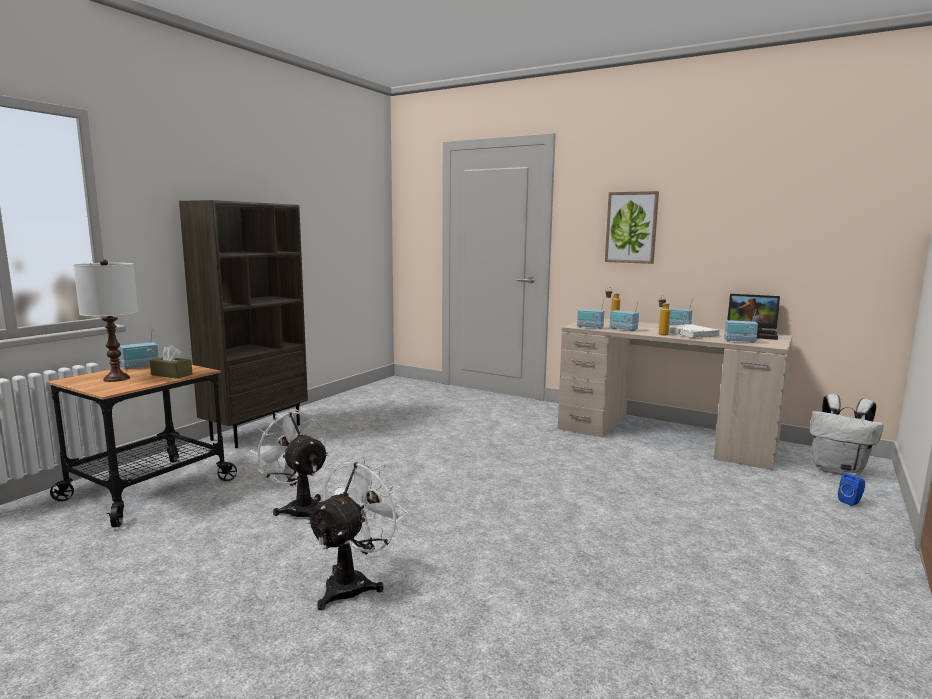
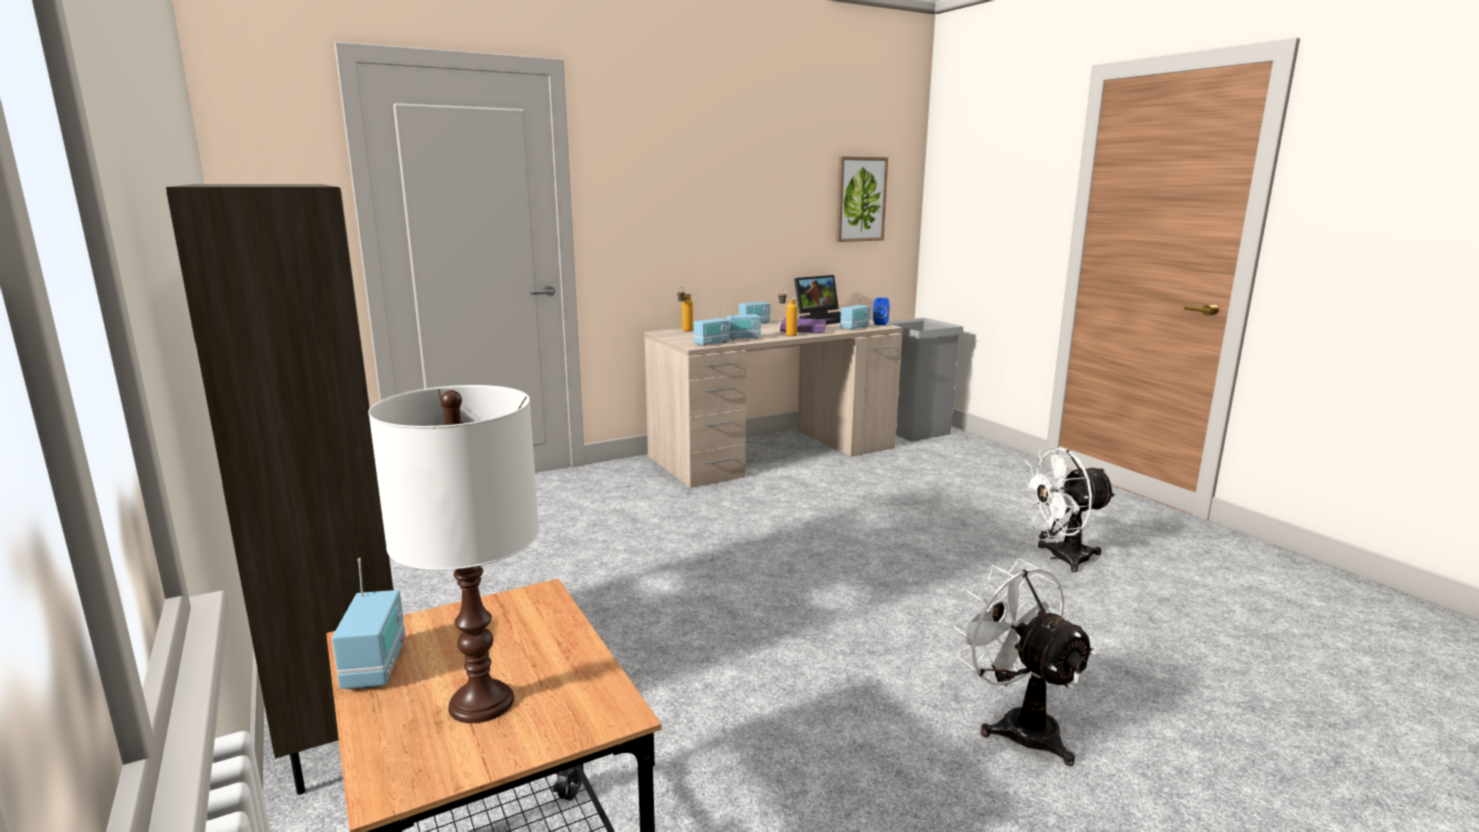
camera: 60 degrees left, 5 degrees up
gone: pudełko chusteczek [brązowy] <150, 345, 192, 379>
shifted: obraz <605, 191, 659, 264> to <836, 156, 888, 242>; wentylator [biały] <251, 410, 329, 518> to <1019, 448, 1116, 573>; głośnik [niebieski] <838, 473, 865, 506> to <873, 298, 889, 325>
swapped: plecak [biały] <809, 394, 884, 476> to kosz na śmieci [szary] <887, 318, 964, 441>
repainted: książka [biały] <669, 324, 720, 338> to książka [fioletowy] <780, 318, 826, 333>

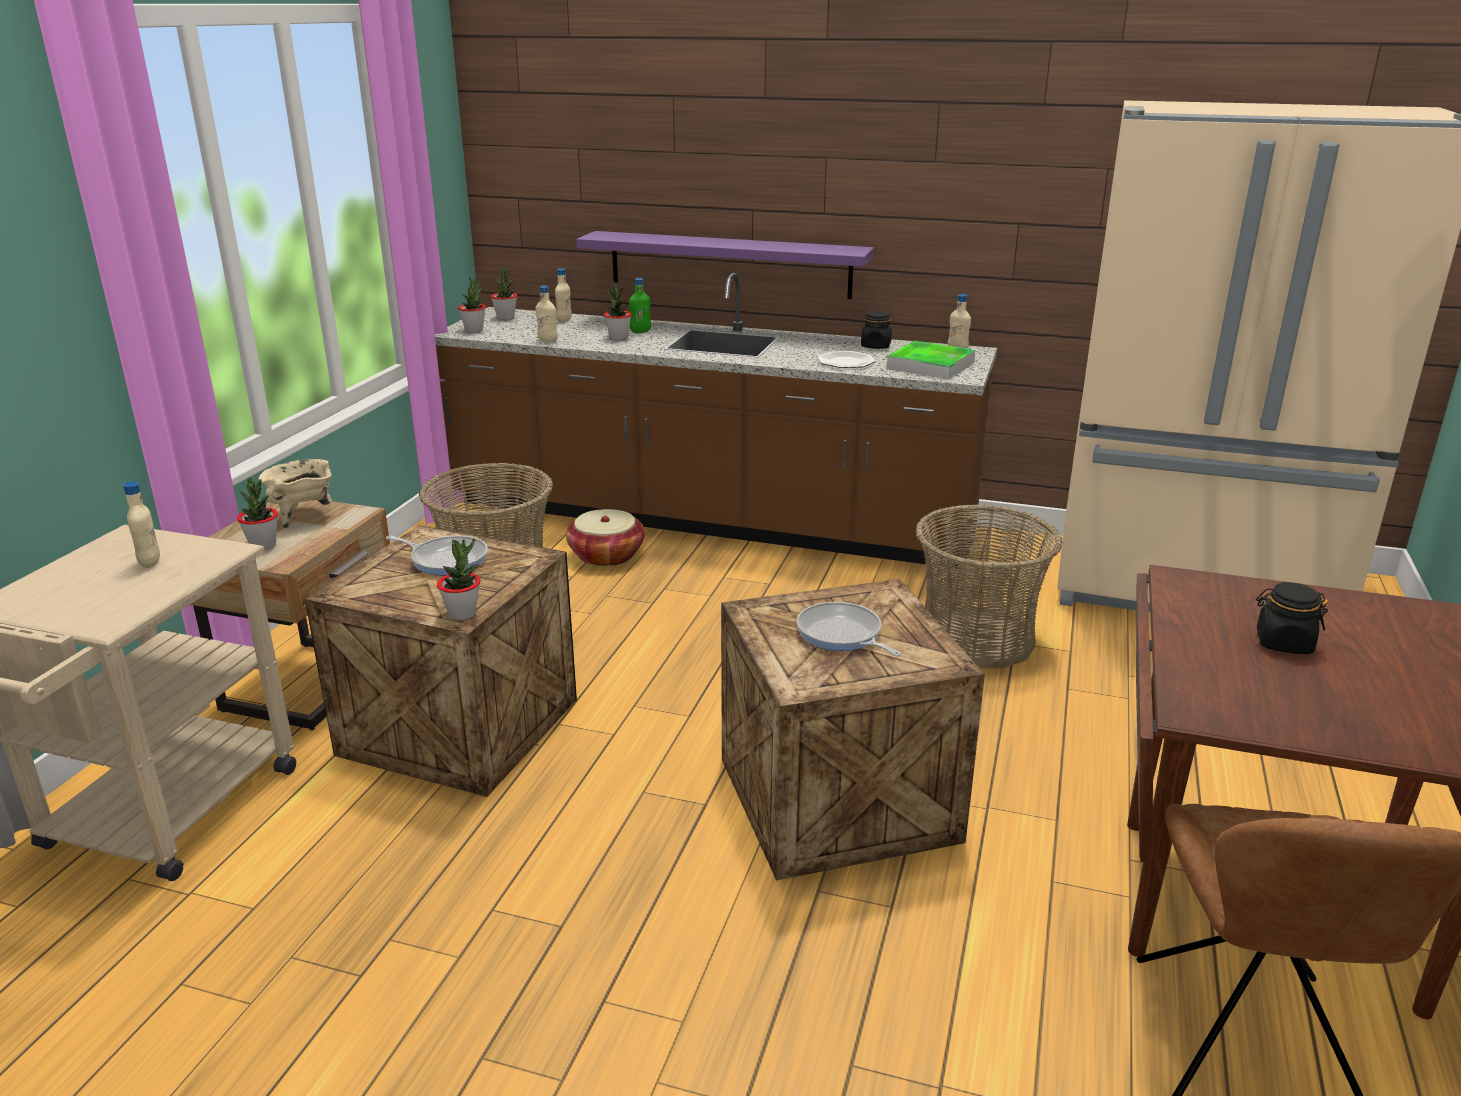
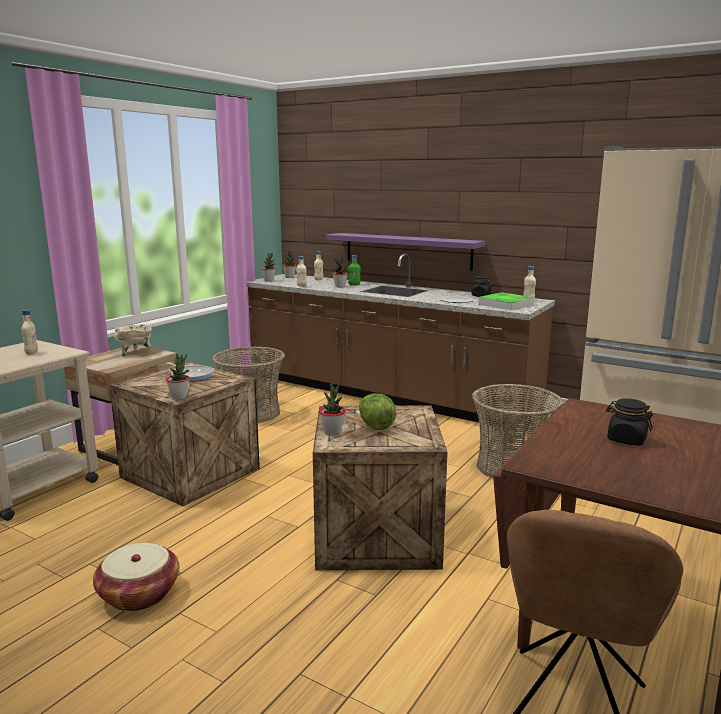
camera: 15 degrees right, 10 degrees down
shifted: roślina doniczkowa <237, 477, 278, 550> to <319, 383, 346, 435>; koszyk <566, 509, 645, 567> to <93, 543, 179, 611>
swapped: patelnia <797, 602, 901, 656> to sałata <359, 393, 396, 430>

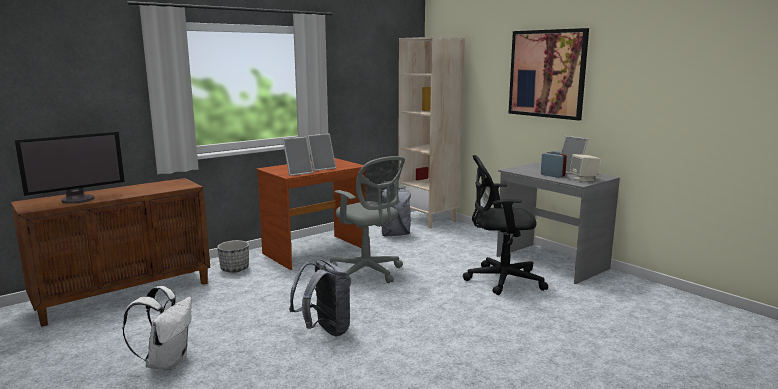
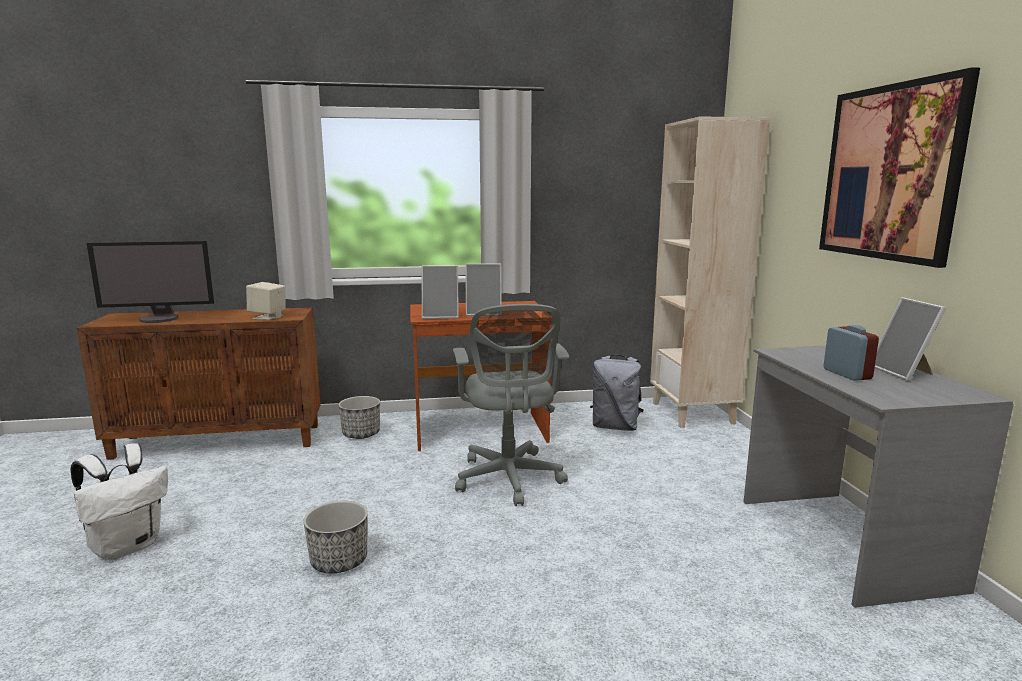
camera: 30 degrees right, 0 degrees up
gone: krzesło biurowe [czarny] <463, 155, 548, 295>
shifted: głośnik [beżowy] <570, 154, 600, 182> to <246, 282, 286, 320>
swapped: plecak [szary] <289, 259, 351, 336> to donica <303, 501, 368, 573>

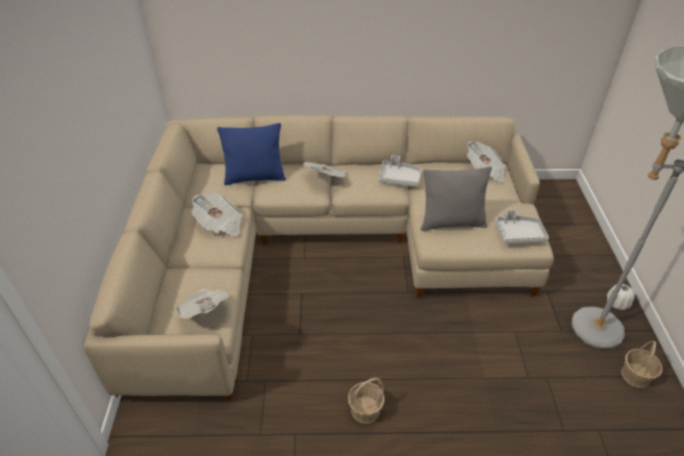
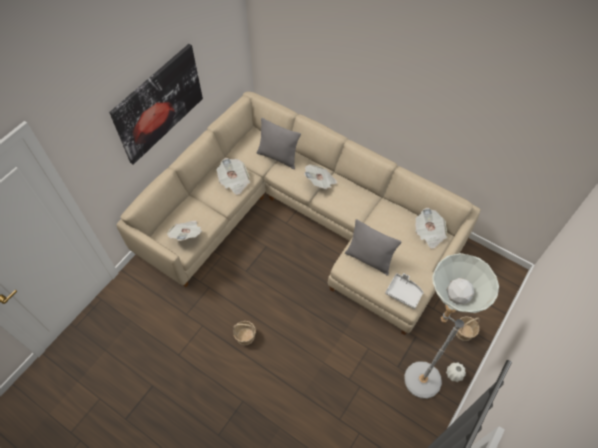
camera: 35 degrees right, 15 degrees up
gone: taca [szary] <379, 155, 421, 187>
new: obraz <109, 44, 203, 165>
shifted: koszyk <621, 340, 663, 388> to <456, 316, 480, 341>
repainted: poduszka [niebieski] <217, 123, 286, 185> to poduszka [szary] <257, 118, 301, 169>

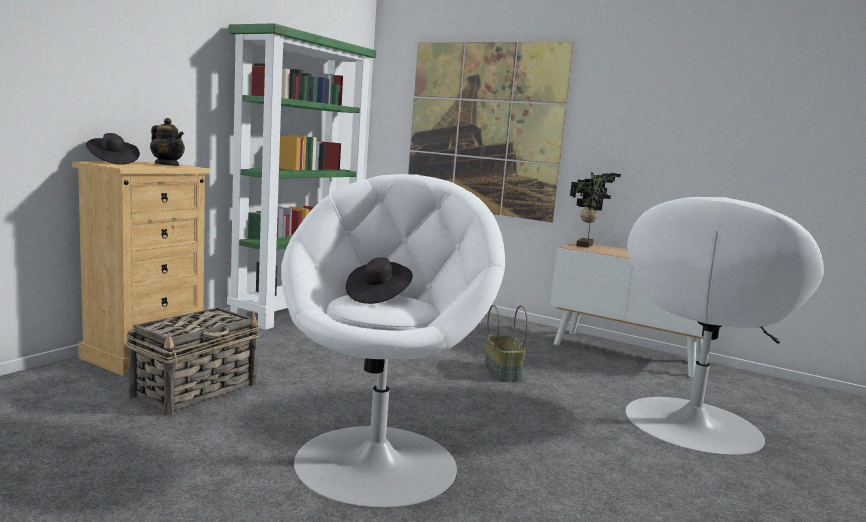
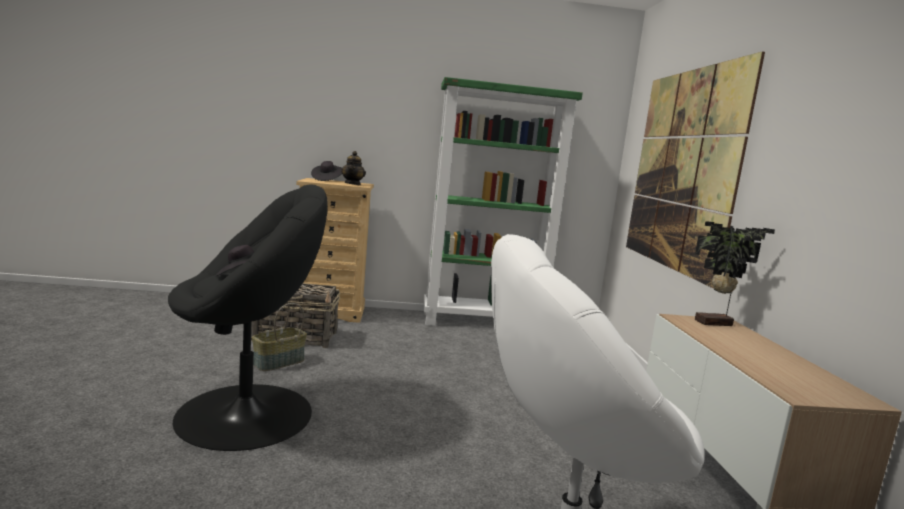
camera: 55 degrees right, 0 degrees up
shifted: koszyk <484, 305, 528, 382> to <252, 301, 307, 371>
repainted: fotel [biały] <281, 174, 505, 508> to fotel [czarny] <168, 184, 328, 451>

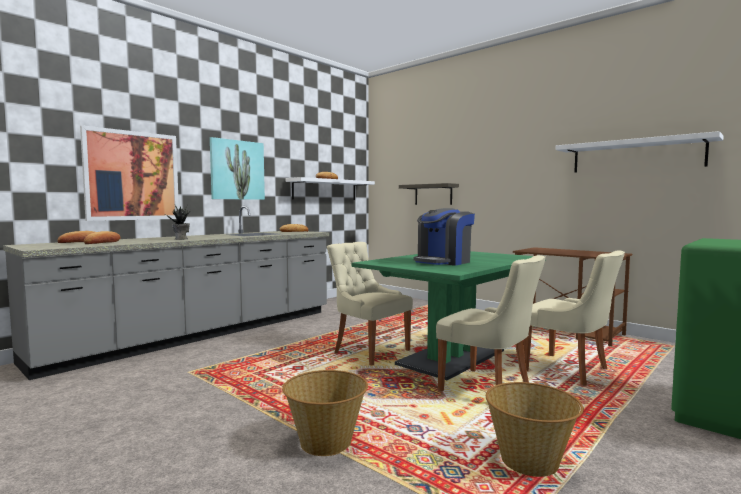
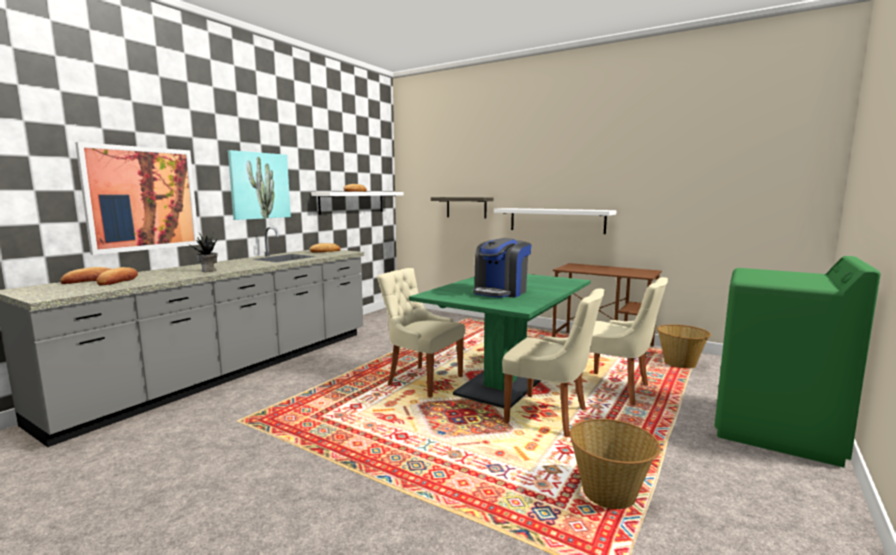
camera: 10 degrees left, 5 degrees up
shifted: półka [biały] <555, 131, 724, 173> to <494, 208, 616, 234>; koszyk <282, 370, 368, 456> to <657, 324, 711, 368>

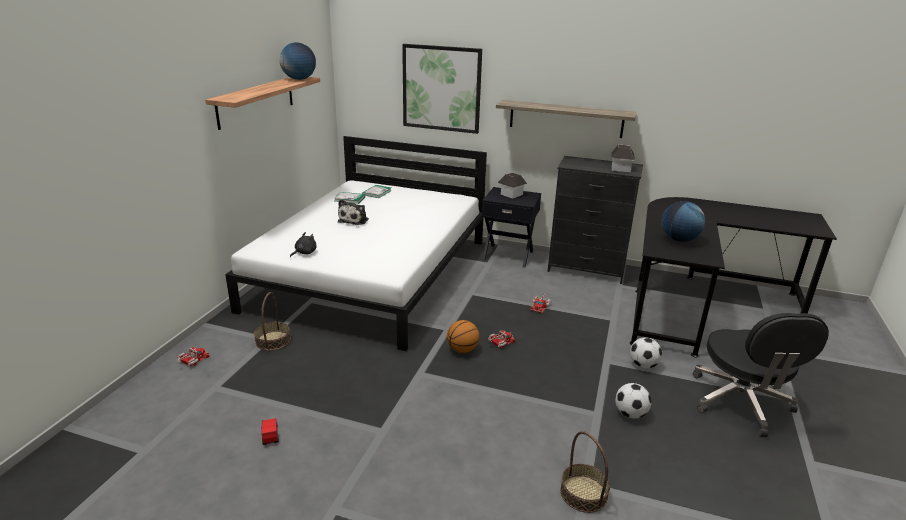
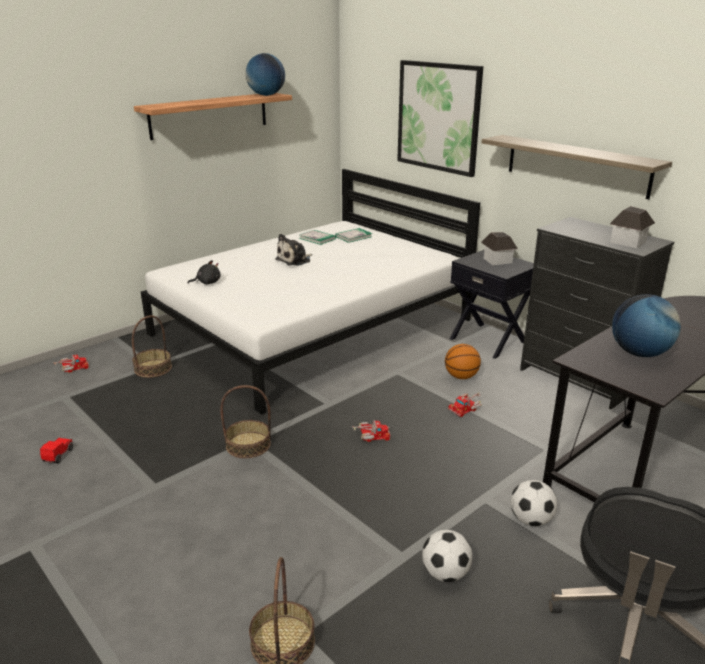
camera: 30 degrees right, 0 degrees up
new: koszyk <220, 385, 271, 458>
shifted: piłka do koszykówki <447, 320, 479, 353> to <445, 344, 481, 379>

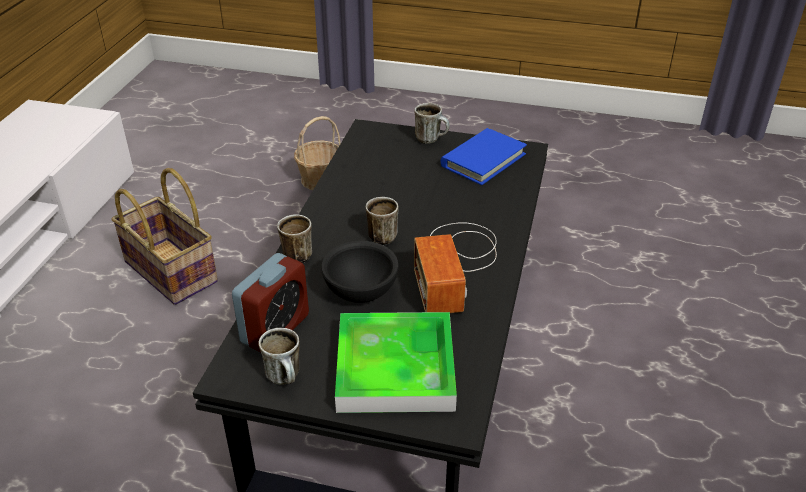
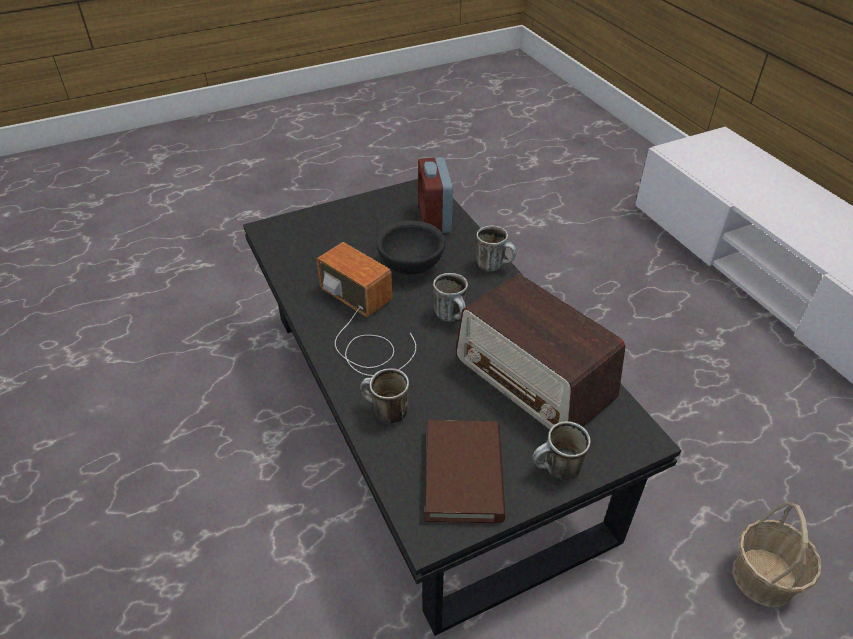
camera: 140 degrees right, 5 degrees up
gone: koszyk <111, 168, 218, 305>; taca <335, 312, 457, 413>
new: radio <456, 274, 625, 430>
shifted: kubek <259, 328, 299, 385> to <360, 368, 409, 424>
repainted: książka [niebieski] <441, 128, 527, 185> to książka [brązowy] <425, 420, 505, 523>

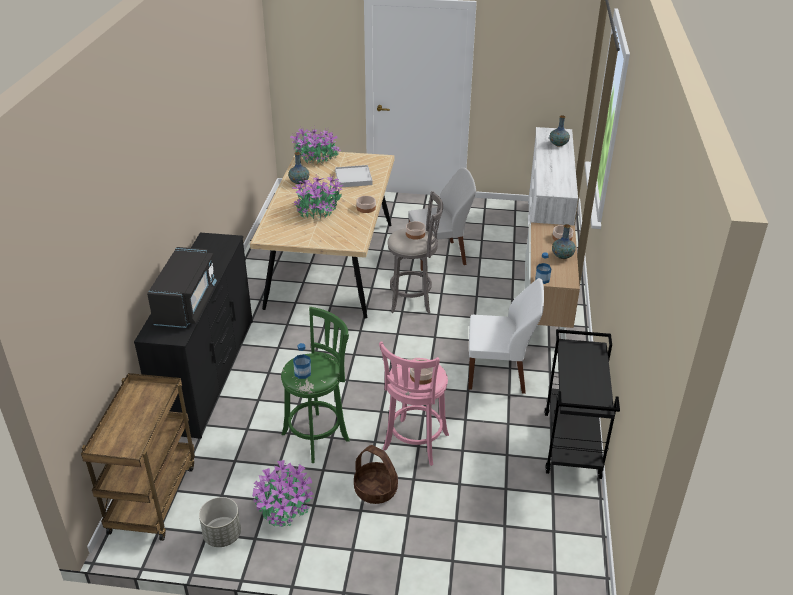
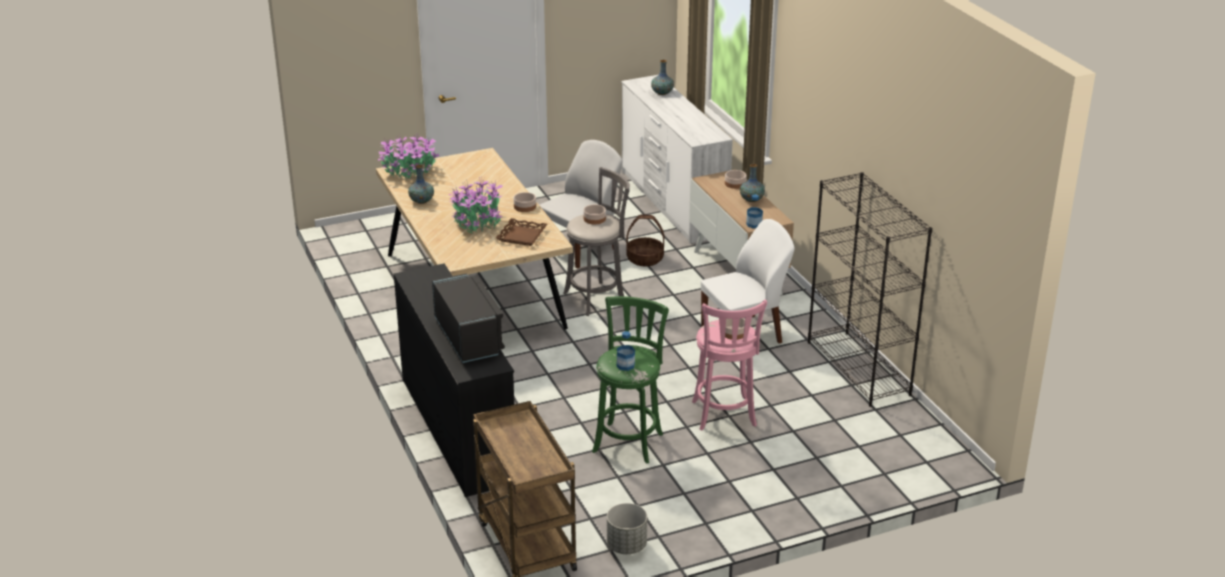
camera: 30 degrees left, 5 degrees down
gone: taca [biały] <335, 165, 373, 188>; roślina doniczkowa <252, 460, 314, 527>
new: taca [brązowy] <496, 218, 547, 246>
shifted: koszyk <354, 445, 398, 504> to <626, 215, 664, 266>
swapped: wózek [czarny] <545, 329, 620, 479> to regał [czarny] <808, 172, 932, 407>

